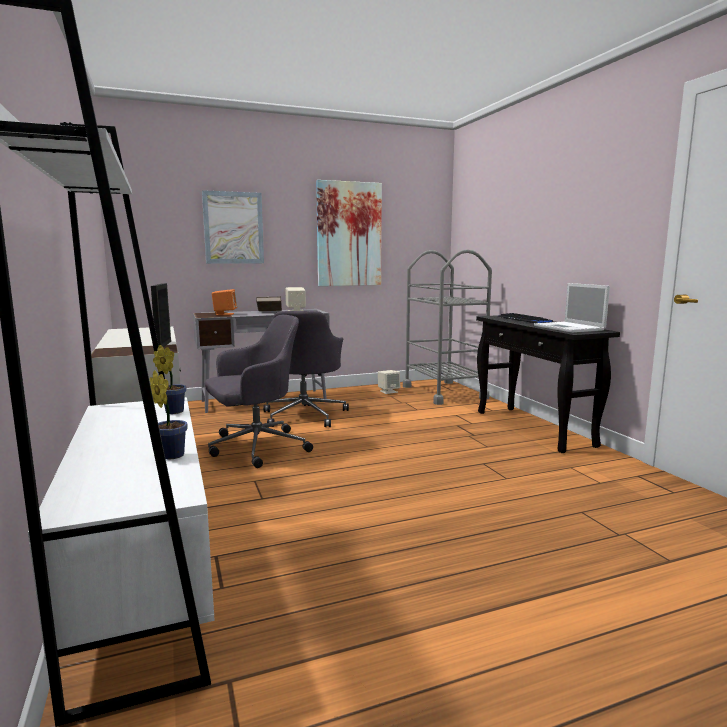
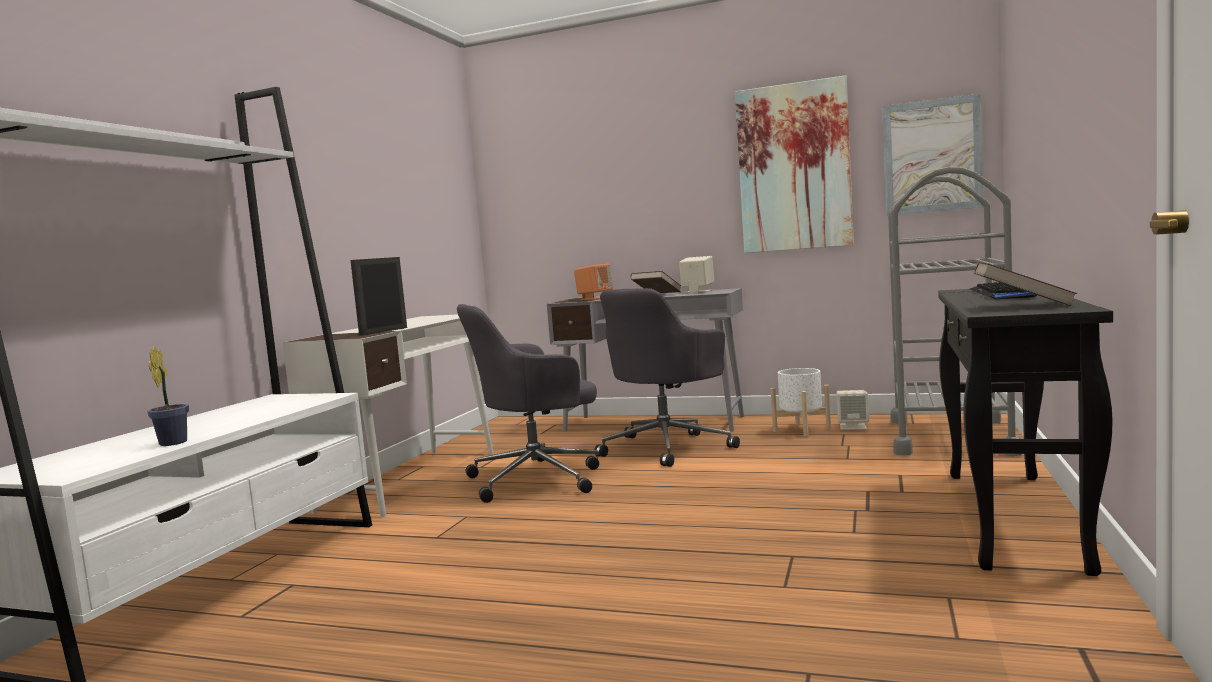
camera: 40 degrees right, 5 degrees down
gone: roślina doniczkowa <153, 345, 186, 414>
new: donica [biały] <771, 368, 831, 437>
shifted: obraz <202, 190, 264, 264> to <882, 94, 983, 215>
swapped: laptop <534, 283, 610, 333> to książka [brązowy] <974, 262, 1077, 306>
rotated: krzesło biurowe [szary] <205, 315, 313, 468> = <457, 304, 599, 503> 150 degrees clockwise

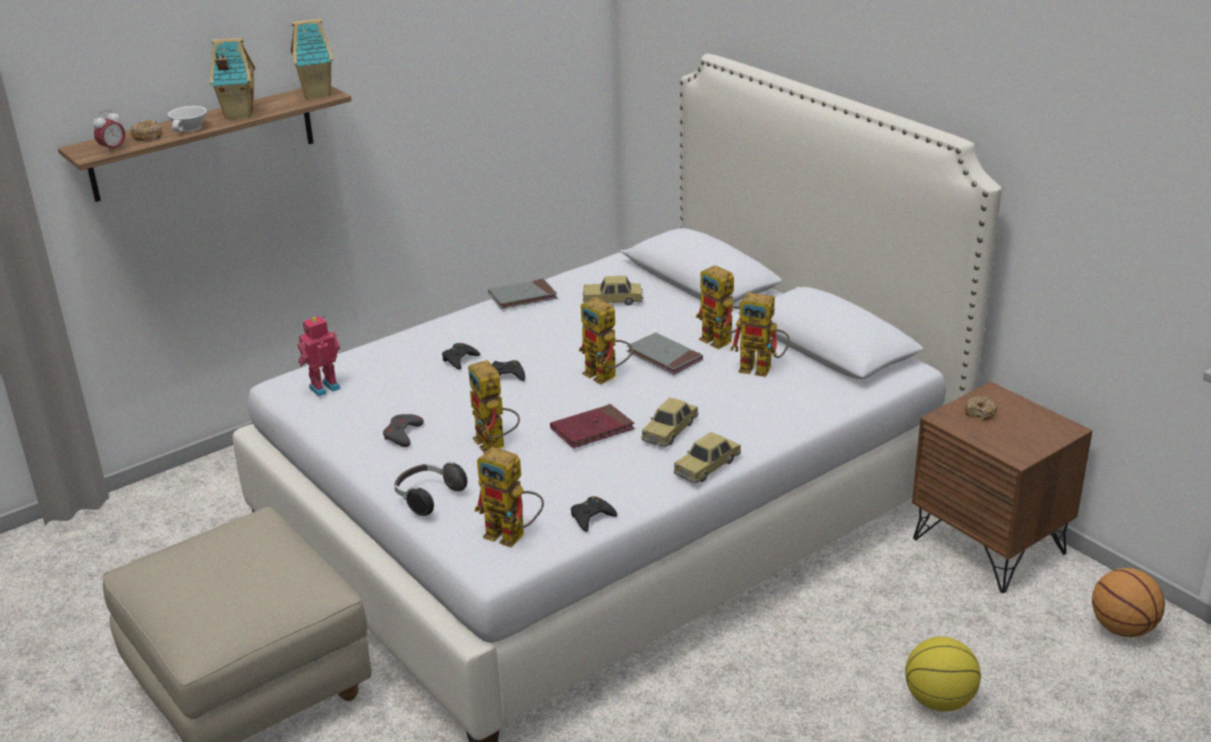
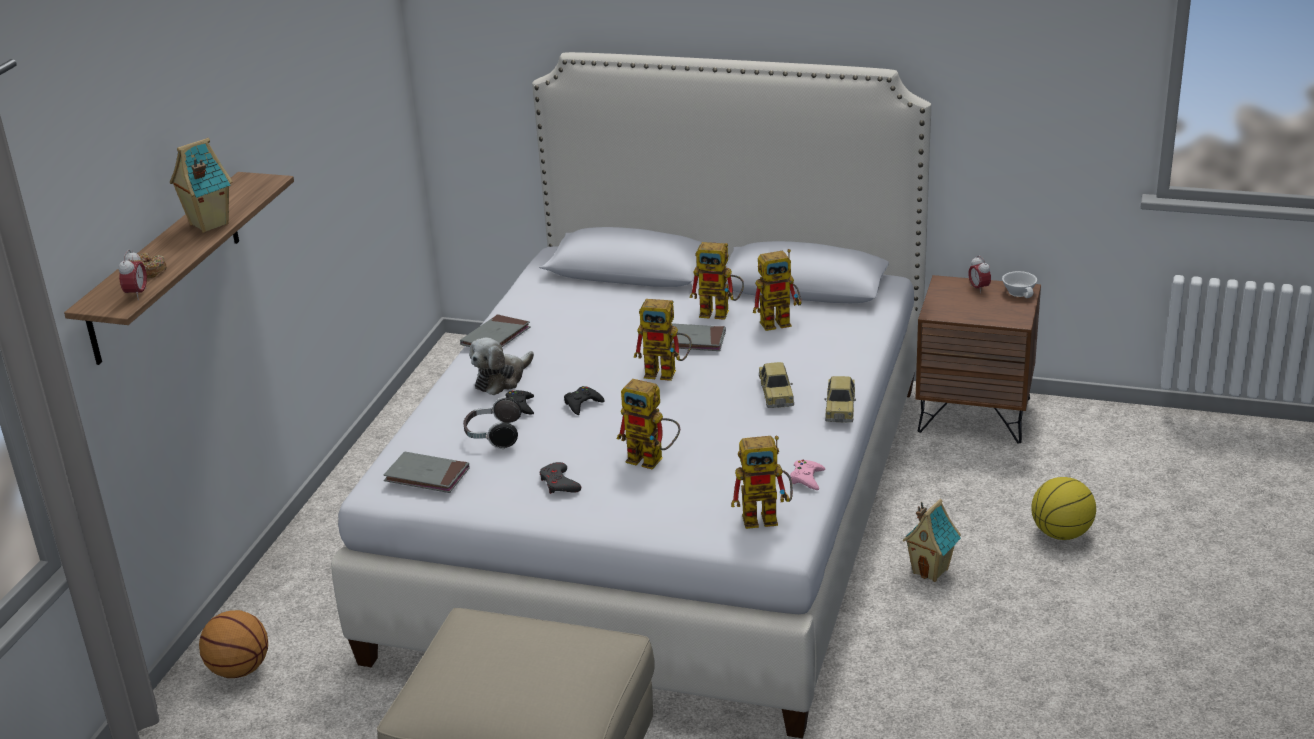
camera: 35 degrees left, 0 degrees up
gone: samochodzik <583, 276, 643, 306>; donut <964, 396, 997, 420>; książka [czerwony] <550, 404, 635, 448>
new: budzik <968, 255, 991, 294>; pluszak <469, 338, 534, 395>
shifted: domek <291, 19, 333, 99> to <903, 499, 961, 582>; filiżanka [biały] <168, 106, 207, 132> to <1002, 271, 1037, 298>; słuchawki <394, 461, 467, 516> to <463, 396, 522, 449>; piłka do koszykówki <1092, 568, 1165, 637> to <199, 610, 268, 678>
swapped: robot zabawkowy <298, 315, 341, 397> to książka [szary] <383, 451, 470, 493>
repainted: pad do gier [czarny] <571, 496, 617, 532> to pad do gier [różowy] <790, 460, 825, 490>

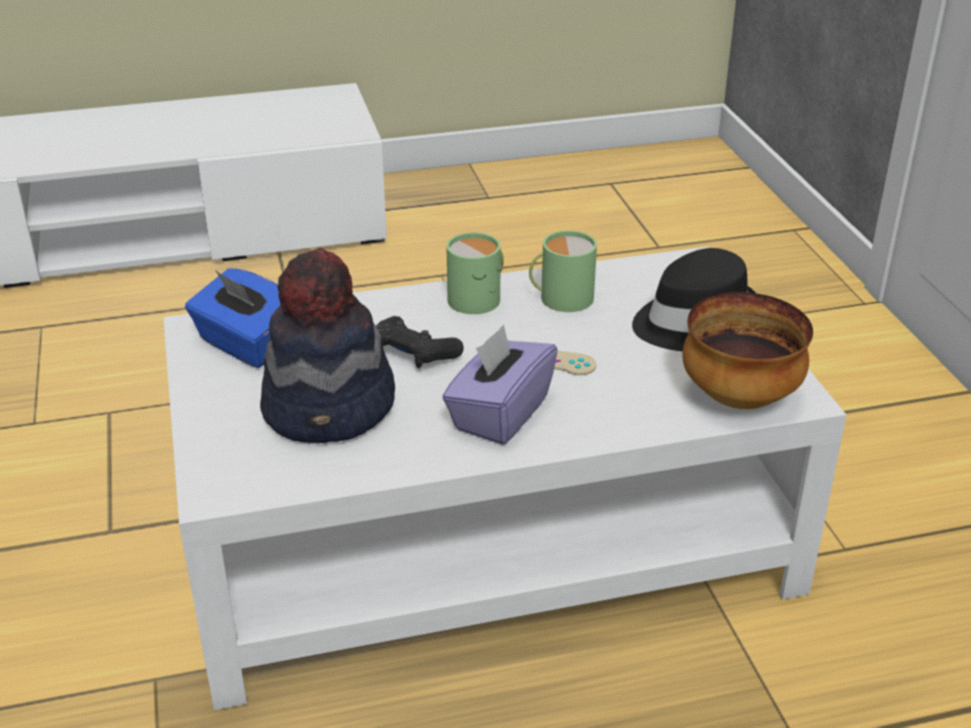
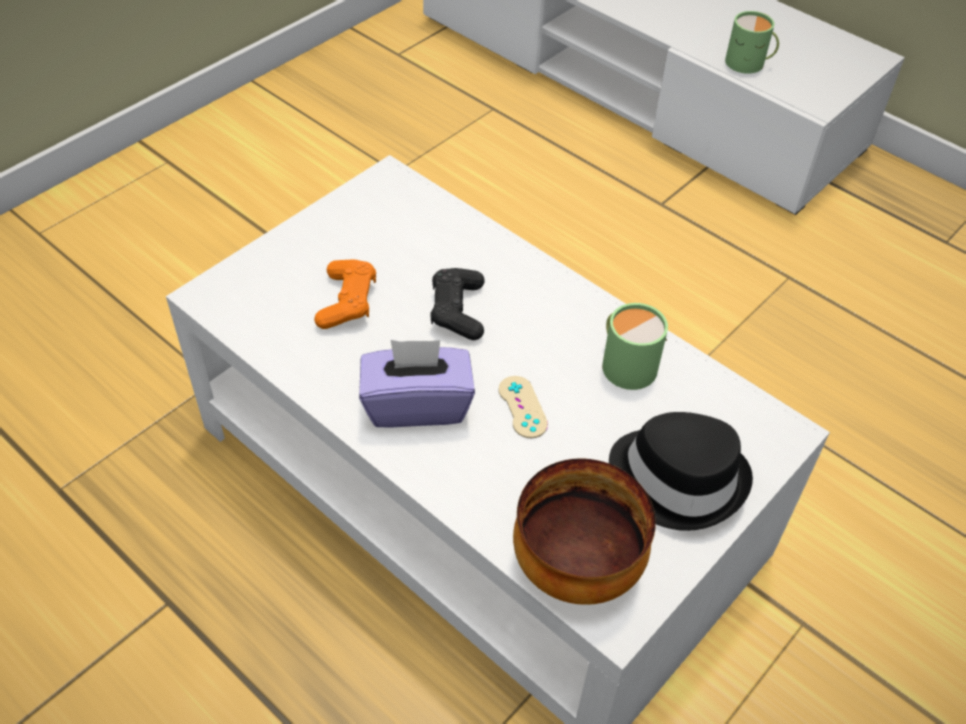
camera: 55 degrees right, 15 degrees up
gone: pudełko chusteczek [niebieski] <185, 268, 280, 368>
shifted: kubek [zielony] <446, 232, 504, 314> to <725, 11, 779, 74>
swapped: kapelusz <260, 248, 395, 443> to pad do gier [pomarańczowy] <314, 260, 376, 329>

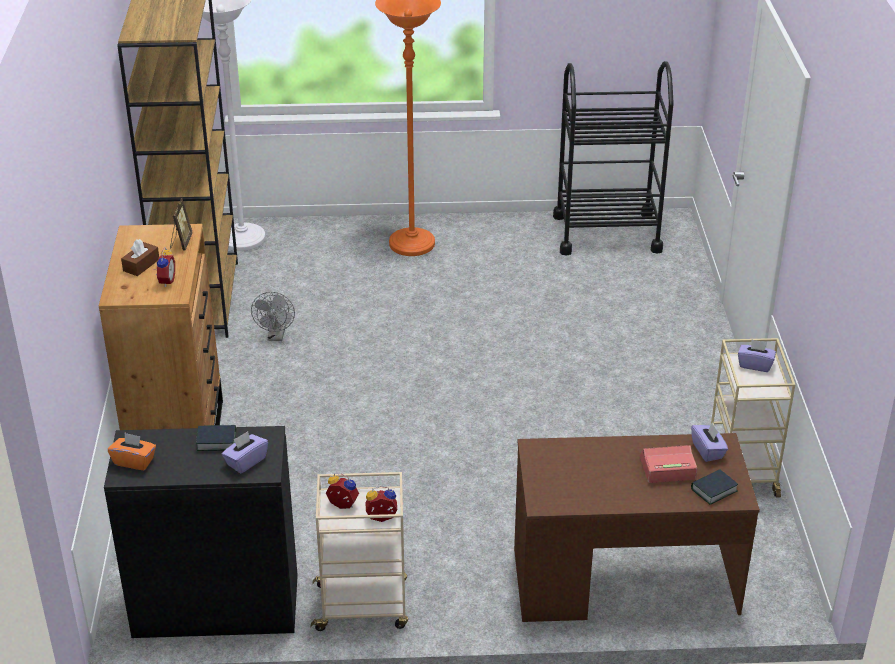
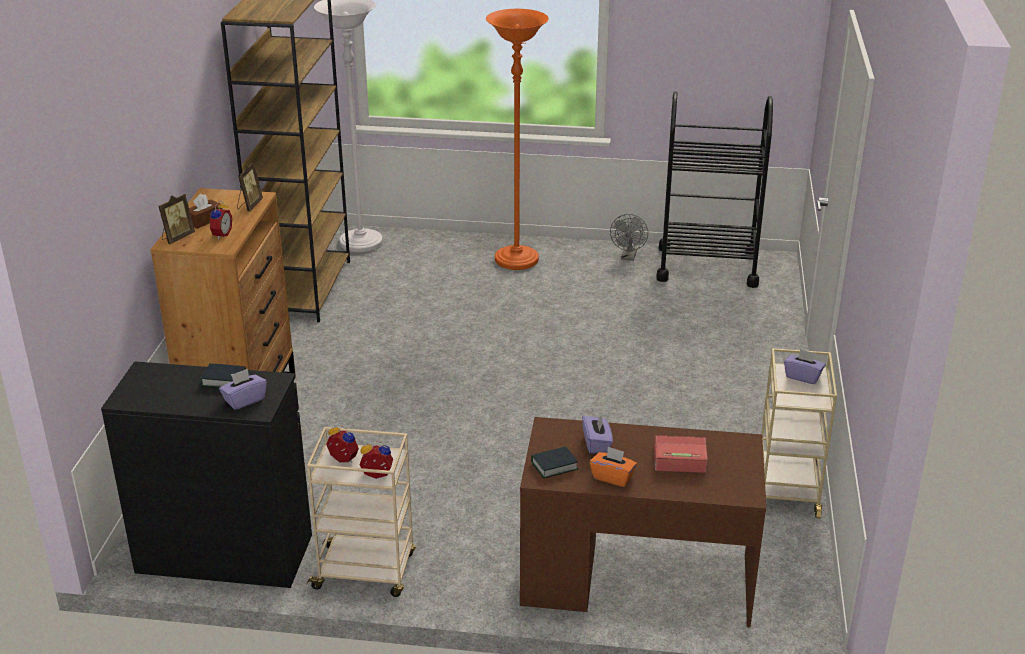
camera: 10 degrees right, 5 degrees down
new: ramka na zdjęcie <159, 194, 195, 244>
shifted: wentylator [szary] <251, 292, 295, 341> to <610, 214, 648, 261>; pudełko chusteczek [fioletowy] <691, 423, 728, 462> to <582, 413, 613, 454>; pudełko chusteczek [pomarańczowy] <108, 433, 156, 470> to <590, 446, 637, 487>; książka <691, 469, 738, 505> to <531, 446, 578, 478>

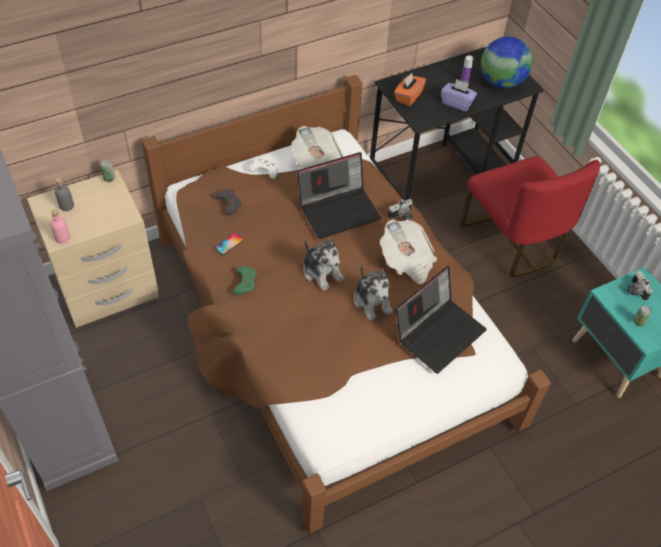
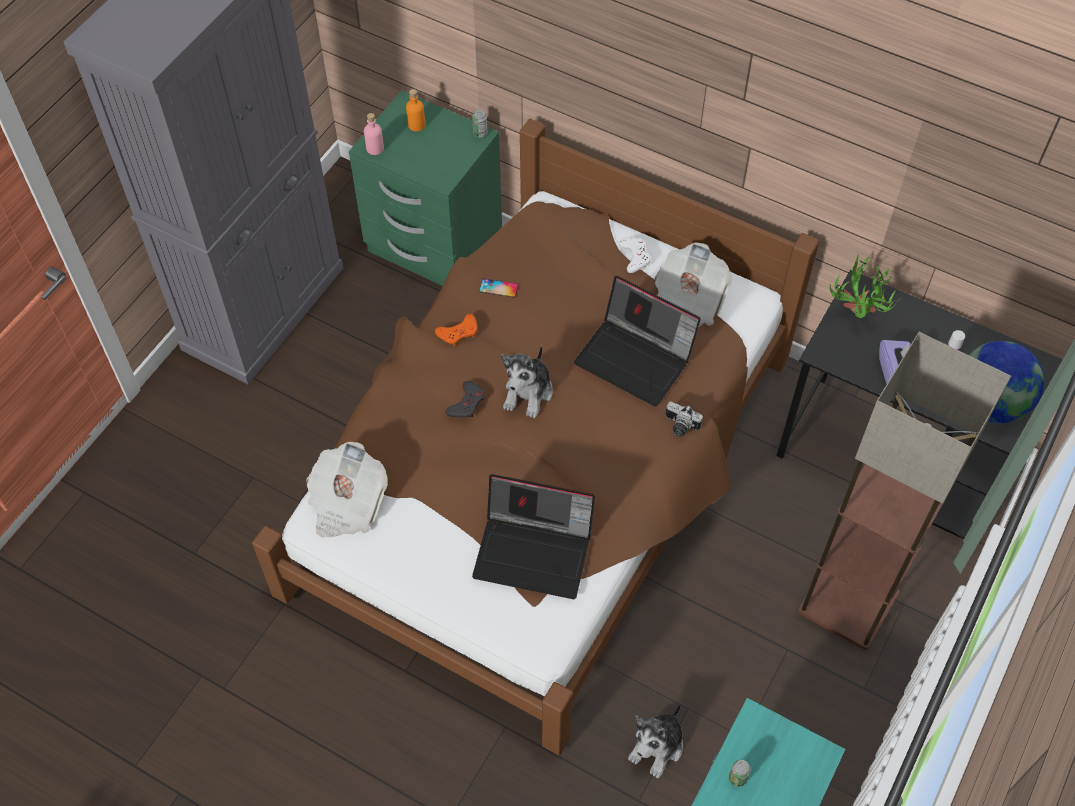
camera: 60 degrees right, 5 degrees up
gone: aparat fotograficzny <627, 271, 653, 300>
shifted: pad do gier [szary] <215, 190, 241, 216> to <445, 381, 485, 418>; gazeta <380, 219, 437, 284> to <306, 442, 388, 538>; pluszak <354, 265, 393, 320> to <628, 703, 683, 778>
swapped: pudełko chusteczek [pomarańczowy] <394, 73, 426, 106> to roślina doniczkowa <830, 254, 900, 318>; krzesło [czerwony] <460, 156, 601, 277> to lampa stojąca <798, 332, 1011, 650>
repainted: szafka nocna [beżowy] <27, 170, 159, 328> to szafka nocna [zielony] <349, 90, 502, 286>; butelka [szary] <55, 178, 74, 211> to butelka [pomarańczowy] <406, 89, 425, 132>; pad do gier [zielony] <233, 266, 257, 295> to pad do gier [pomarańczowy] <435, 314, 478, 346>

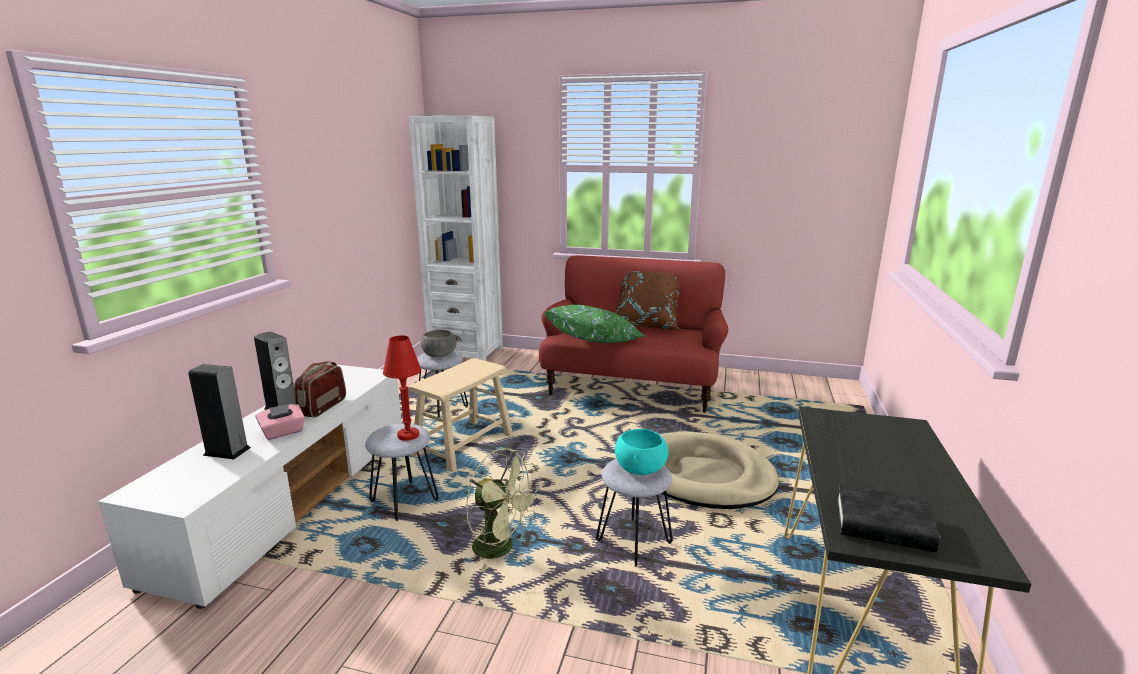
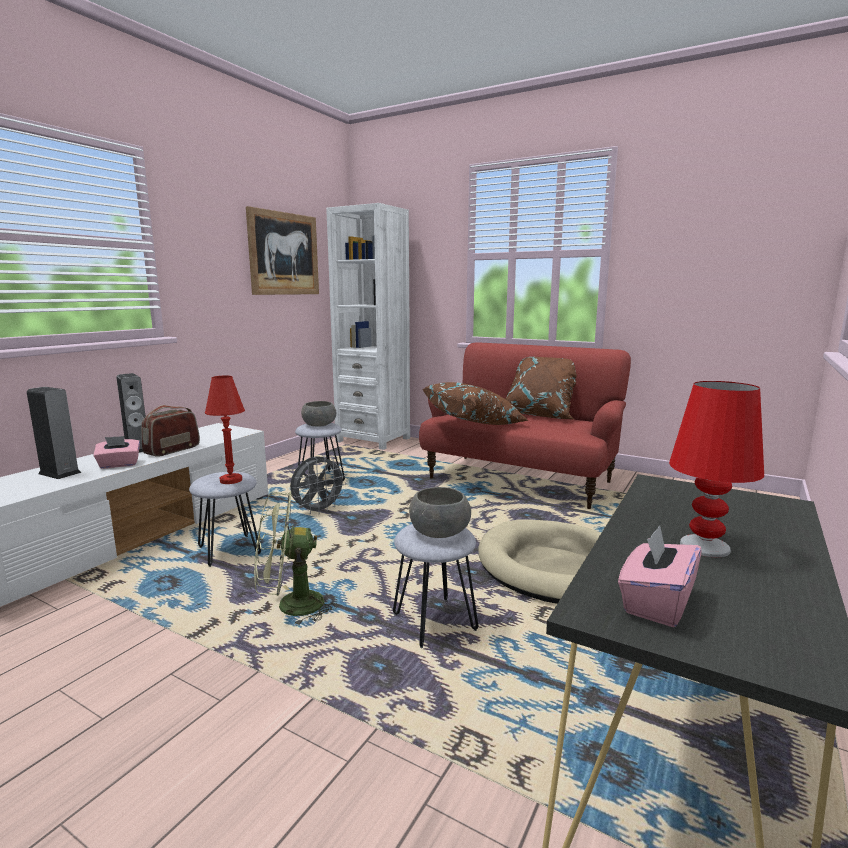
camera: 15 degrees right, 5 degrees down
new: obraz <246, 206, 319, 295>; lampa stołowa [czerwony] <669, 381, 764, 557>
swapped: stołek [beżowy] <408, 358, 513, 472> to wentylator [szary] <290, 455, 347, 514>; książka [czarny] <836, 484, 940, 552> to pudełko chusteczek [różowy] <618, 525, 702, 627>
repainted: poduszka [zielony] <544, 305, 645, 343> to poduszka [brązowy] <422, 382, 529, 425>; miska [turkusowy] <615, 429, 669, 475> to miska [szary] <409, 487, 471, 538>
rotated: wentylator [zielony] <466, 448, 542, 572> = <254, 491, 338, 626> 120 degrees clockwise

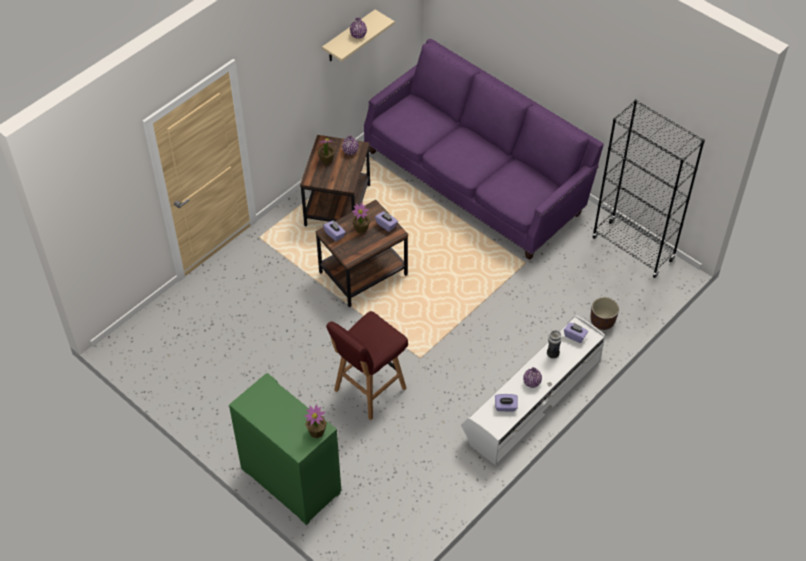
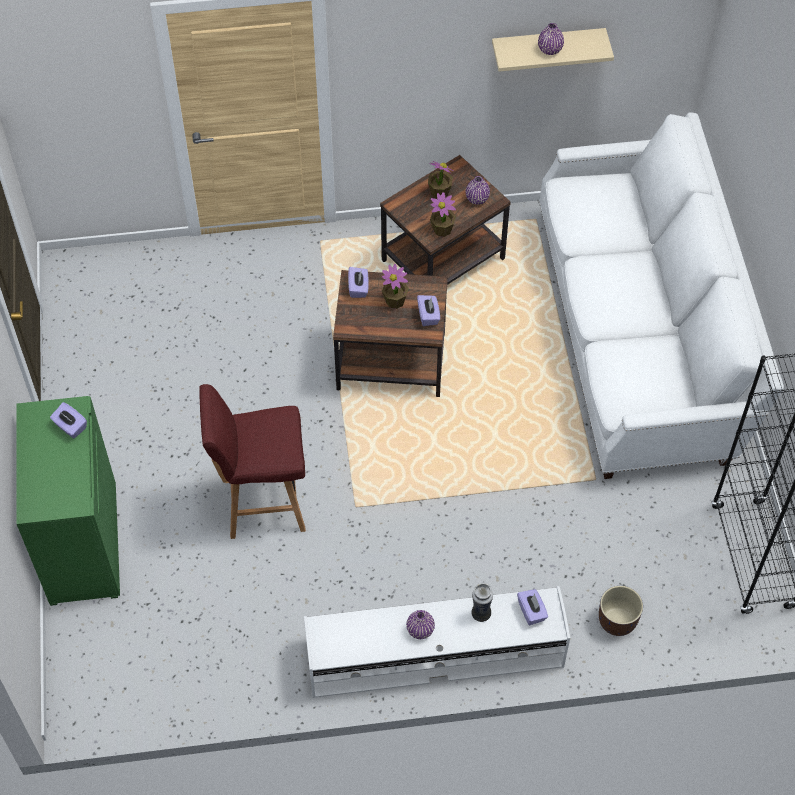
camera: 40 degrees right, 5 degrees up
shifted: pudełko chusteczek [fioletowy] <495, 394, 518, 411> to <50, 402, 87, 439>; roślina doniczkowa <304, 404, 327, 438> to <430, 192, 456, 237>
repainted: kanapa [fioletowy] <364, 39, 604, 260> to kanapa [biały] <539, 112, 784, 479>

